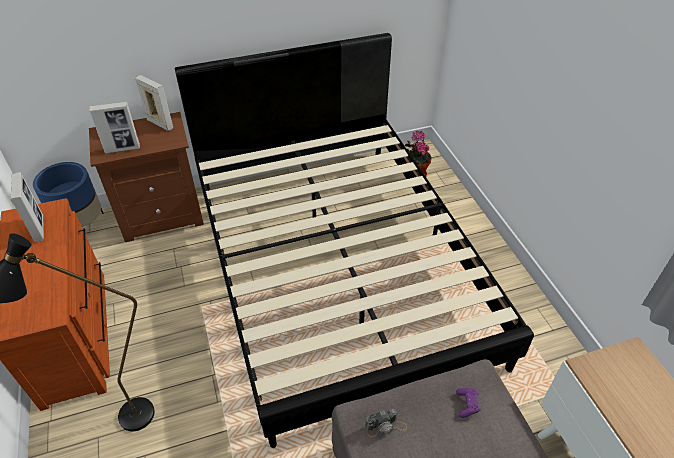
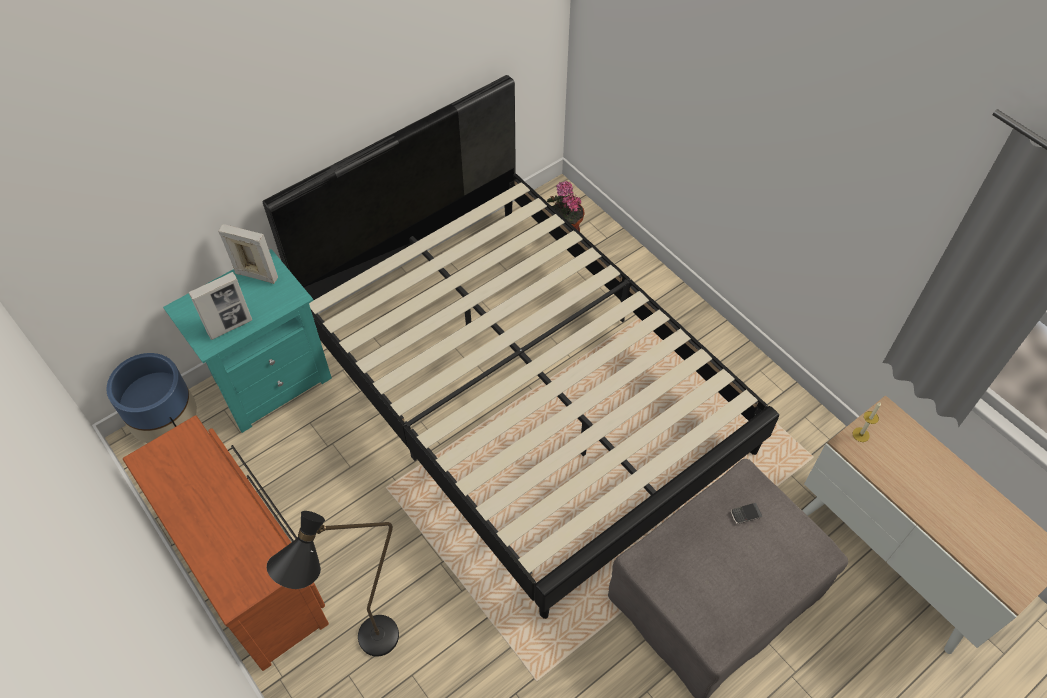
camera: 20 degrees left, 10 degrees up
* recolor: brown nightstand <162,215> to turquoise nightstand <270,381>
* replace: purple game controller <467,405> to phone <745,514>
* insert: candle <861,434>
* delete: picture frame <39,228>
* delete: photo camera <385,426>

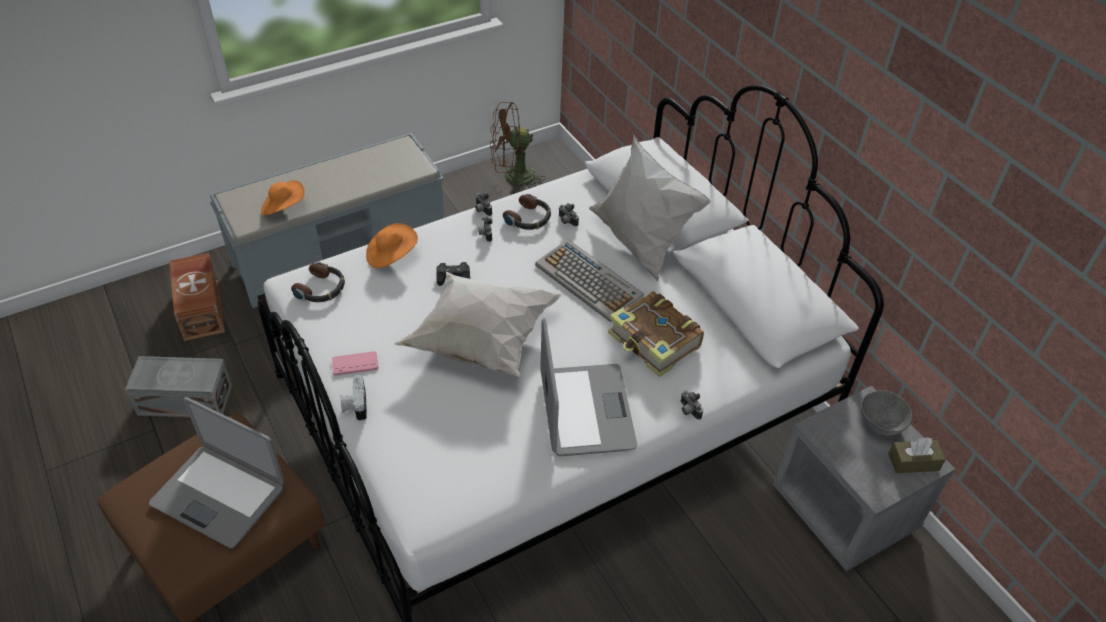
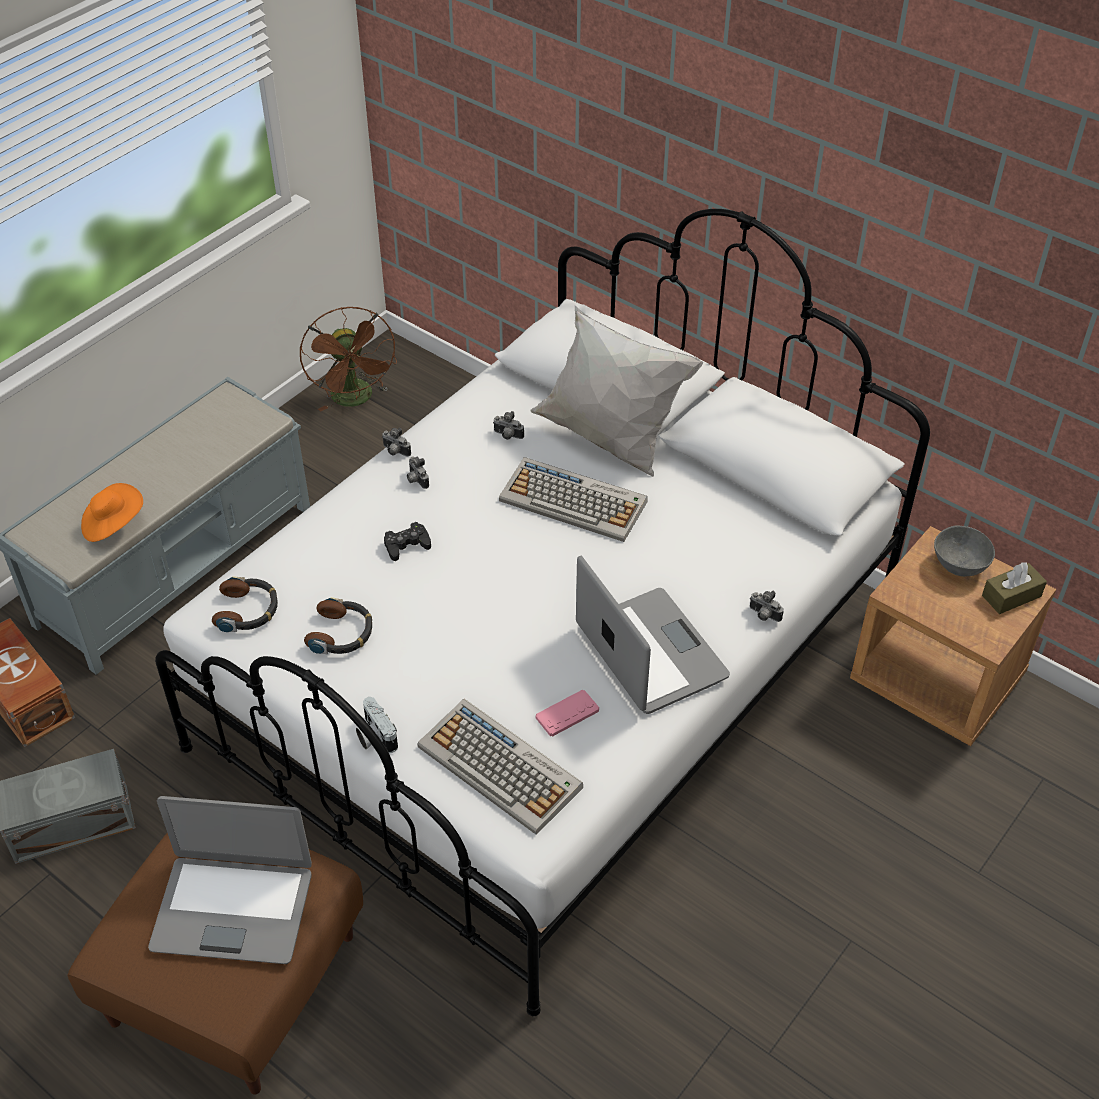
camera: 20 degrees left, 0 degrees up
* rotate: brown fan <513,177> = <355,400> 75 degrees counterclockwise
* move: headphones <529,218> to <342,634>
* insert: keyboard <501,767>
* move: pink game controller <355,364> to <567,714>
* recolor: grey nightstand <844,510> to brown nightstand <937,680>
* delete: orange hat <391,255>
* delete: white pillow <480,341>
* delete: book <654,342>

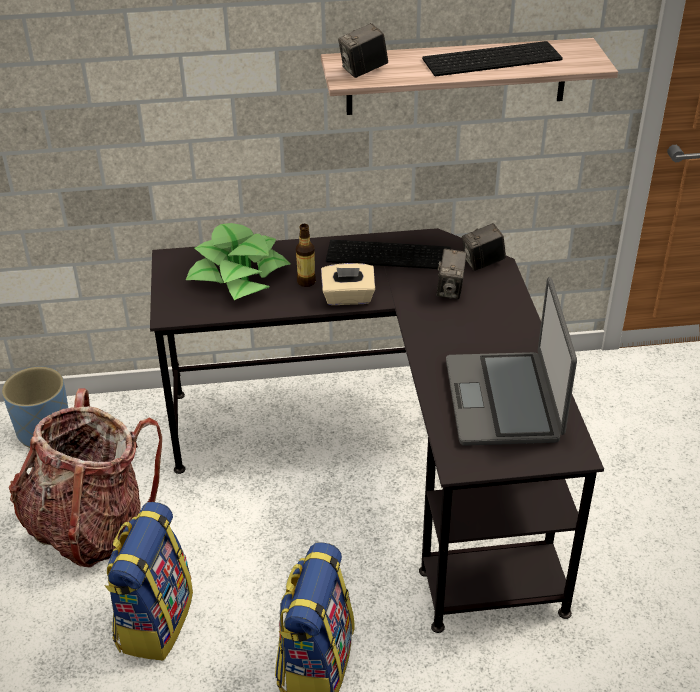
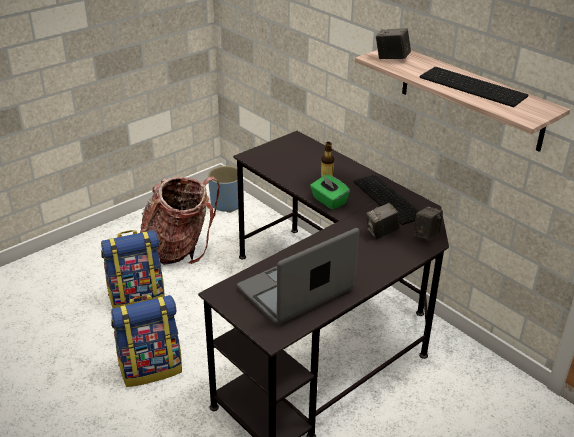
camera: 55 degrees right, 5 degrees down
* recolor: beige tissue box <348,298> to green tissue box <328,201>
* rotate: photo camera <482,263> = <426,235> 90 degrees clockwise
* delete: potted plant <238,275>

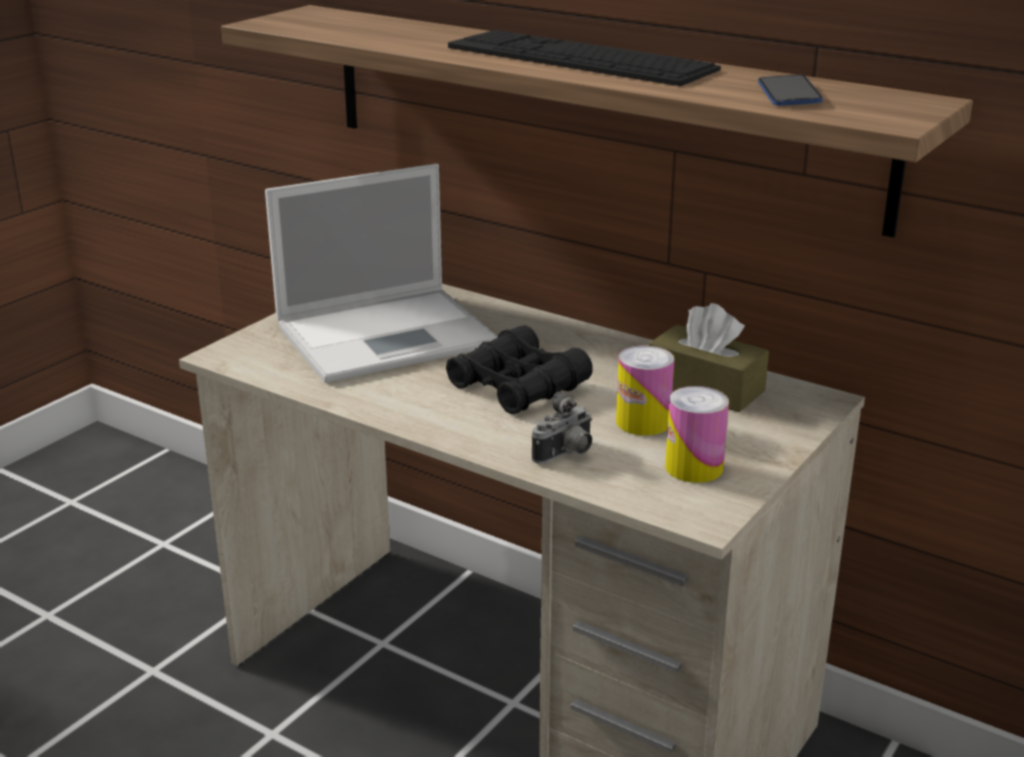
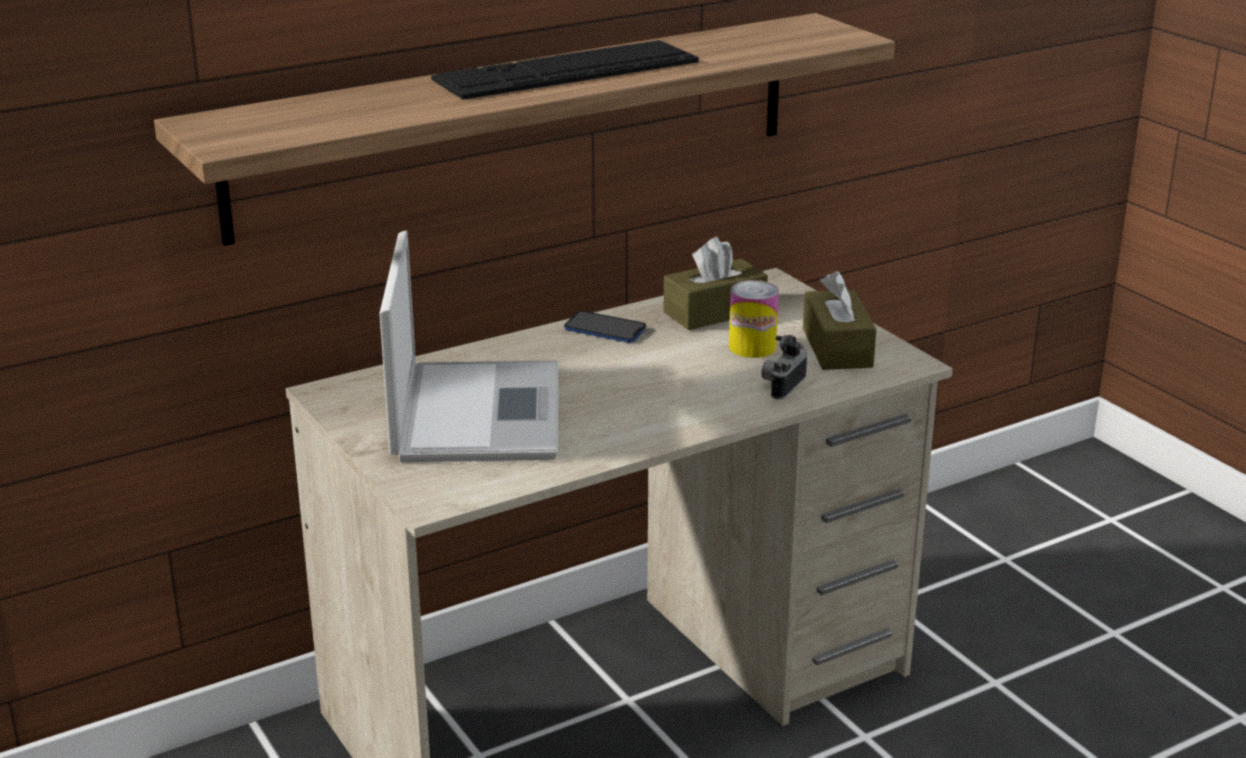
camera: 65 degrees left, 0 degrees up
* move: phone <789,94> to <605,329>
* rotate: photo camera <566,455> = <782,386> 135 degrees counterclockwise
* replace: can <694,467> to brown tissue box <837,348>
* delete: black binoculars <518,386>

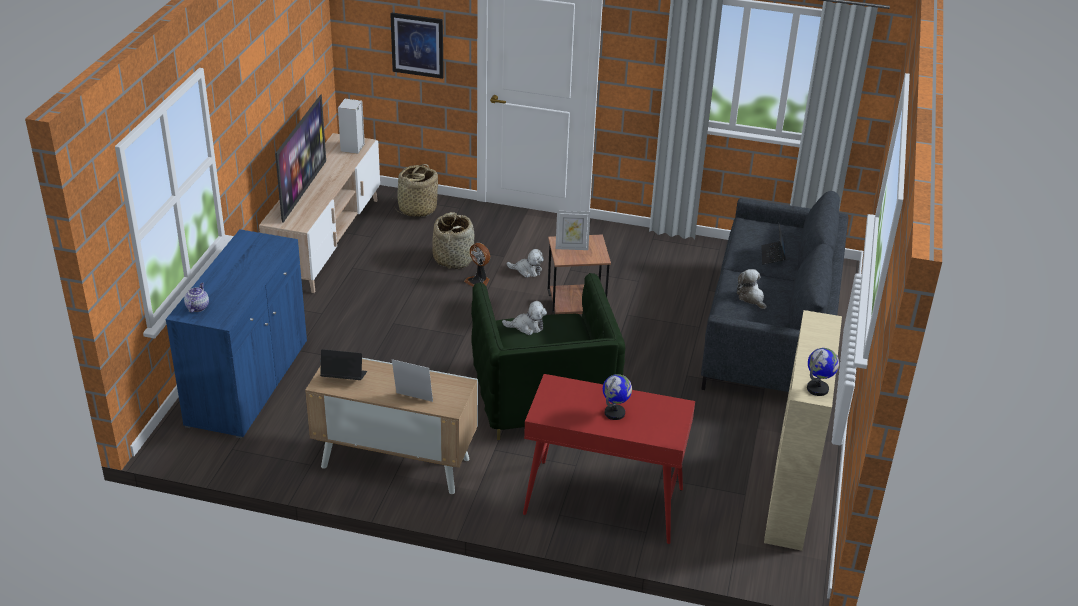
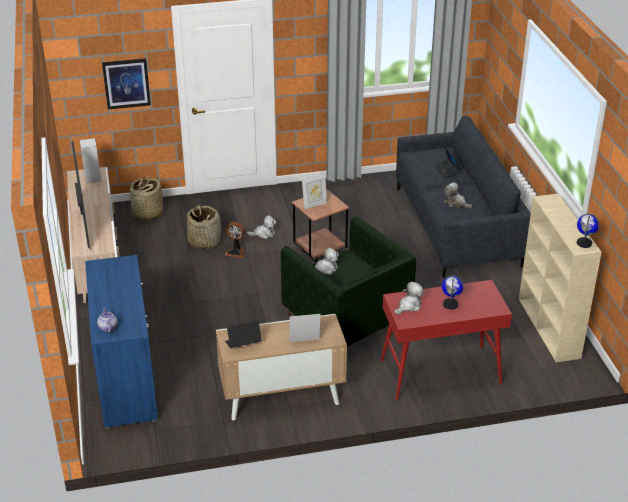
camera: 25 degrees left, 0 degrees up
* insert: plush toy <409,306>

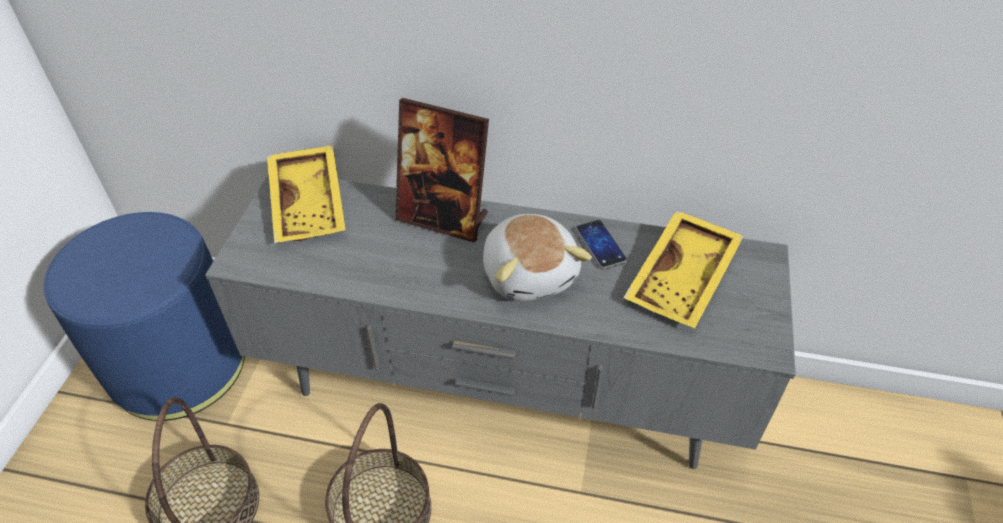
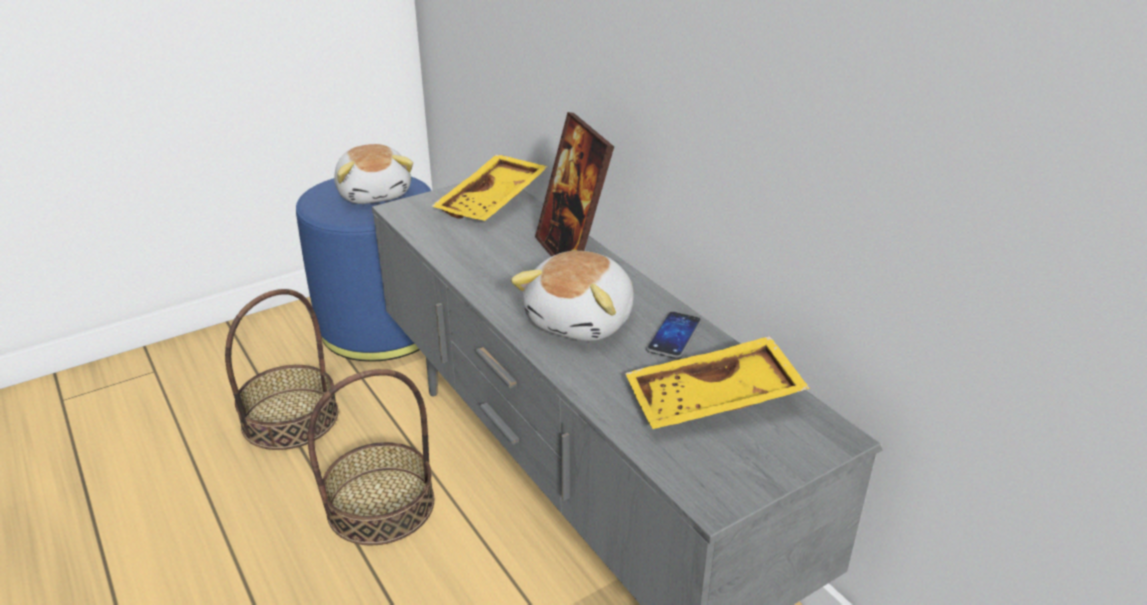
camera: 45 degrees right, 15 degrees down
* insert: plush toy <375,193>

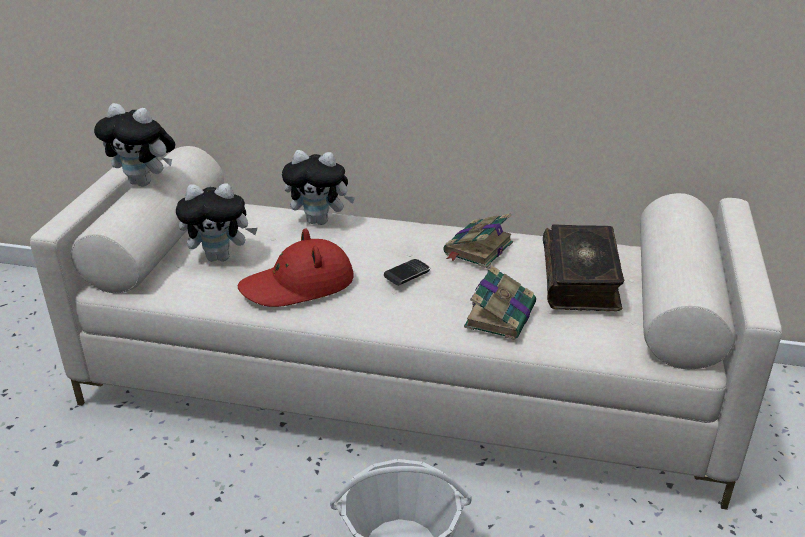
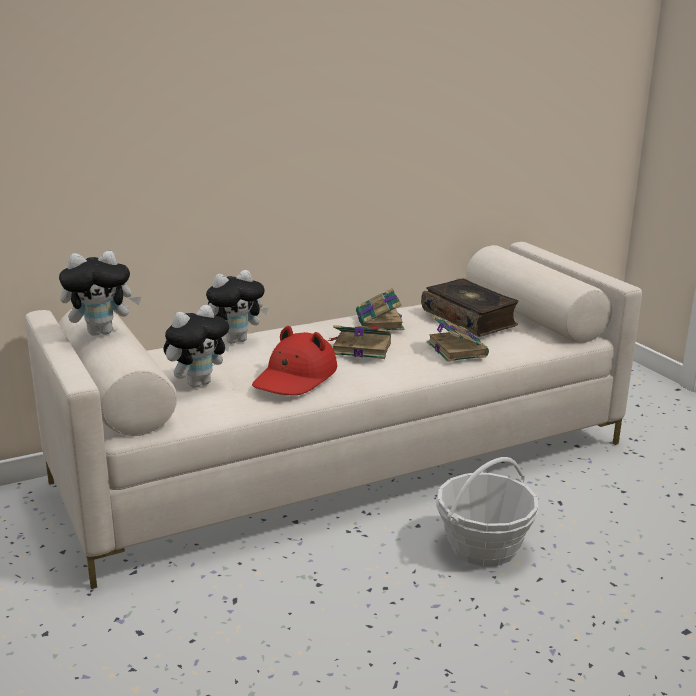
camera: 40 degrees left, 10 degrees down
* replace: phone <407,274> to book <360,348>

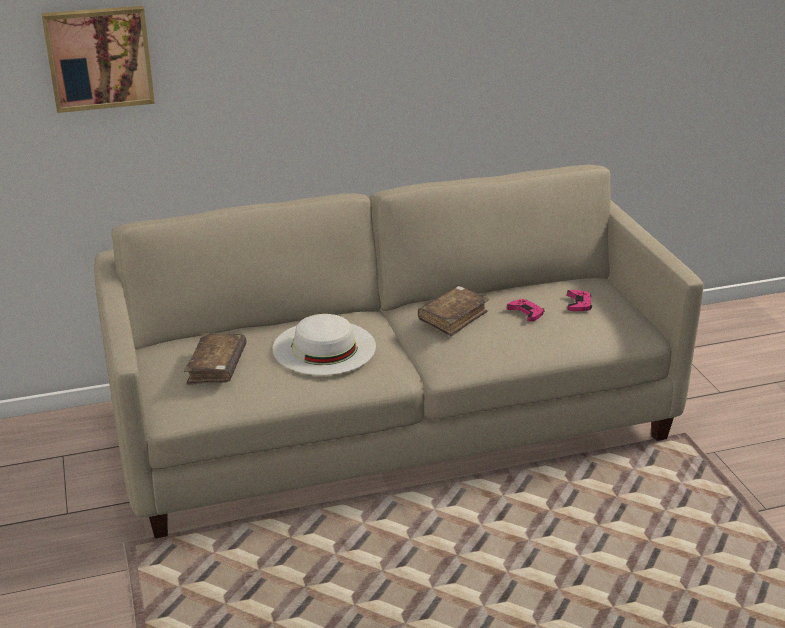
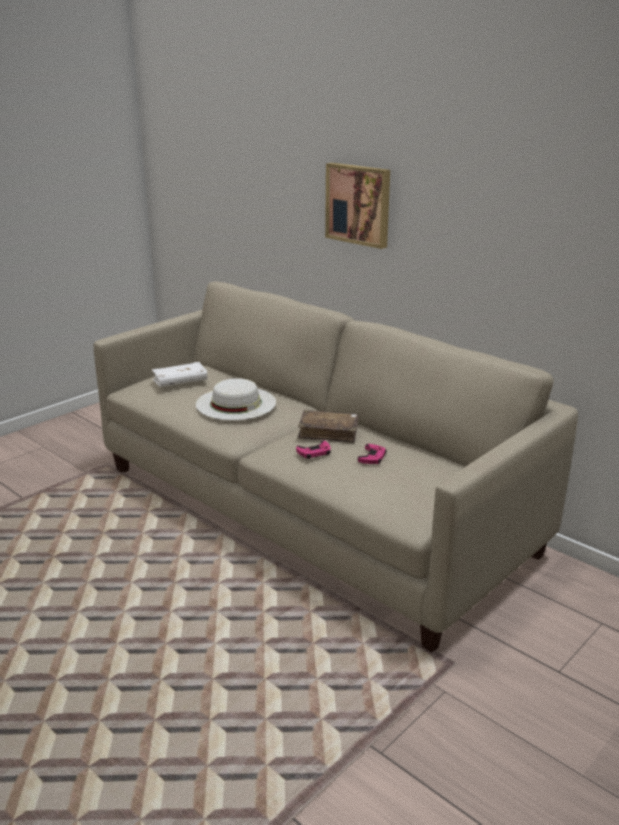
camera: 60 degrees right, 5 degrees down
* recolor: brown book <217,367> to white book <180,382>
* move: pink game controller <579,304> to <314,452>
* move: picture <99,57> to <359,204>

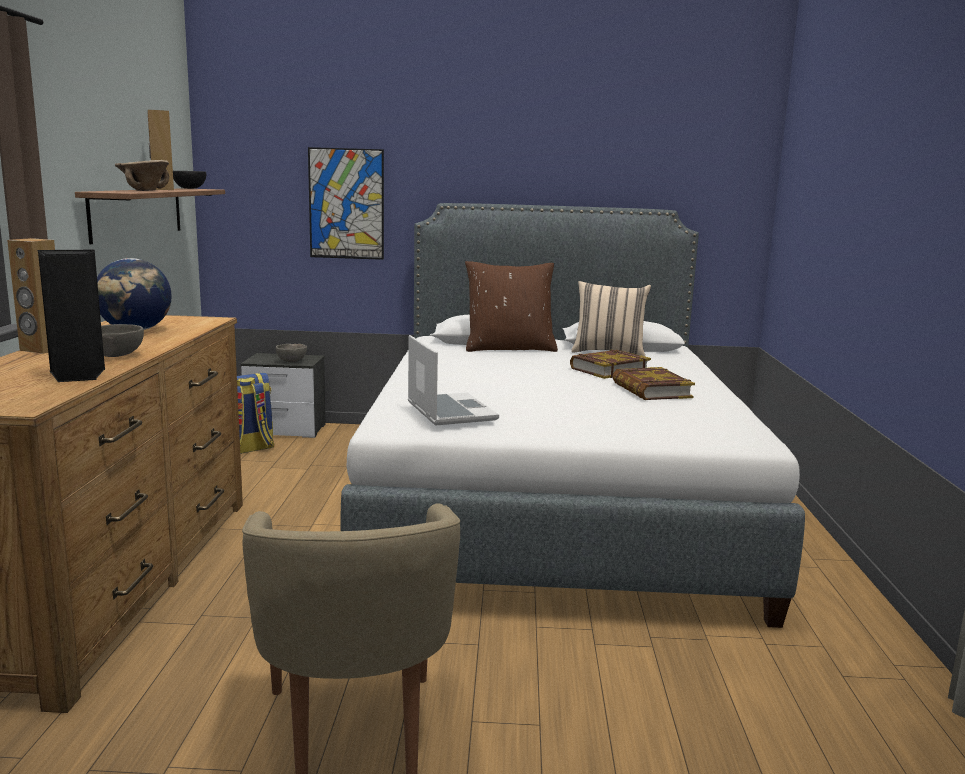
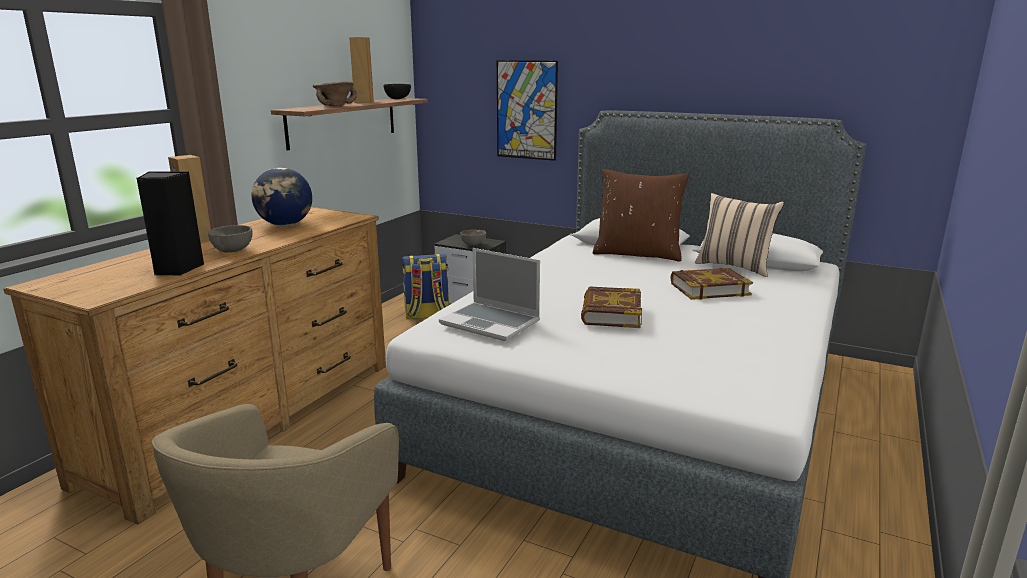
camera: 25 degrees right, 5 degrees up
* rotate: laptop <449,411> = <491,323> 120 degrees clockwise
* move: book <651,390> to <611,313>

